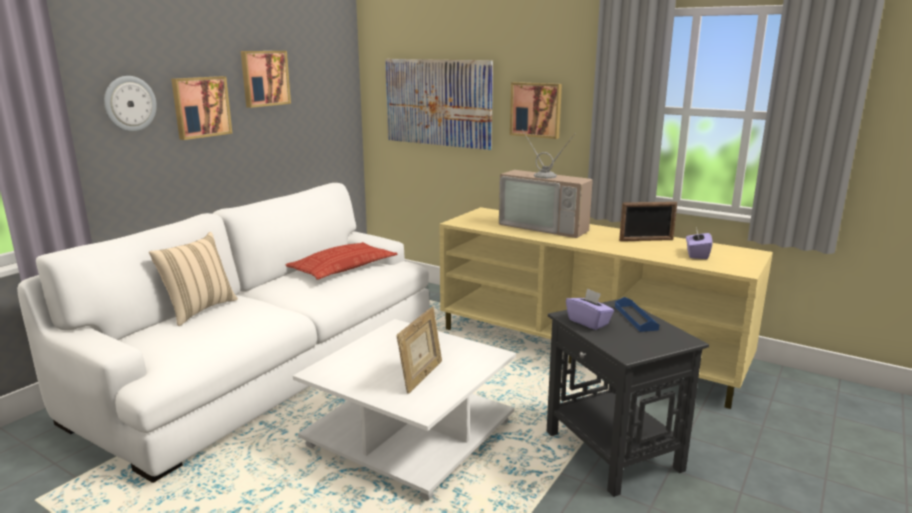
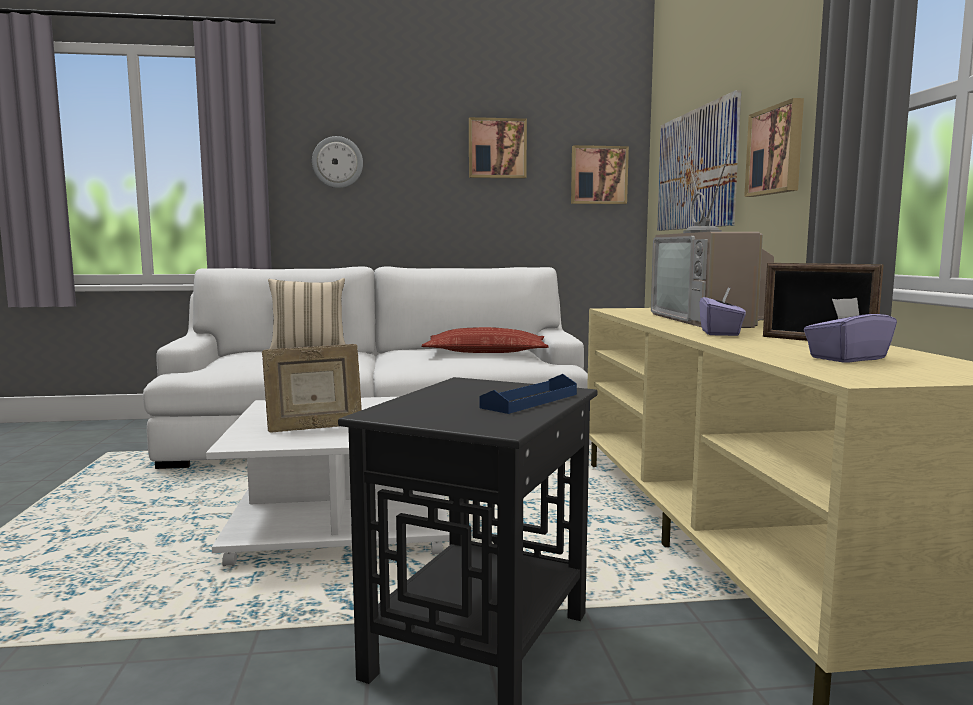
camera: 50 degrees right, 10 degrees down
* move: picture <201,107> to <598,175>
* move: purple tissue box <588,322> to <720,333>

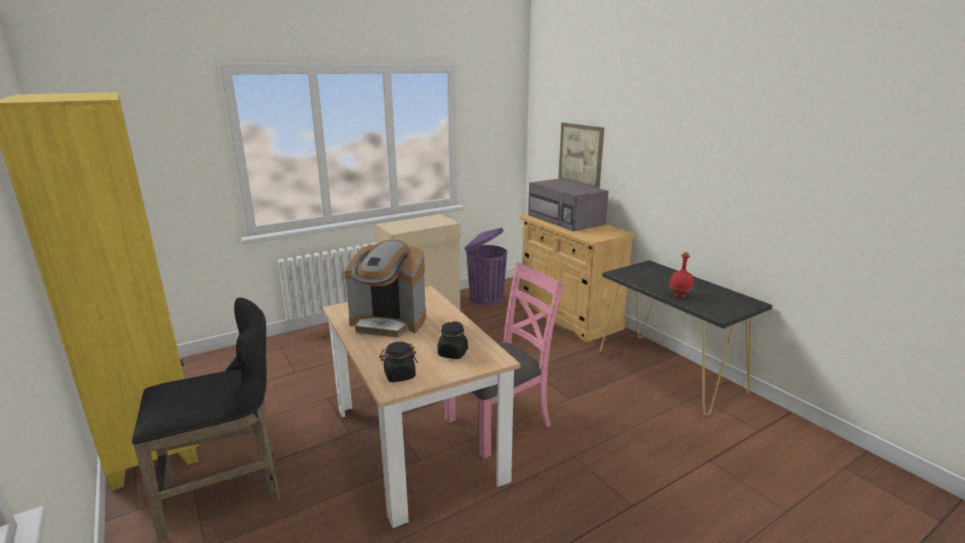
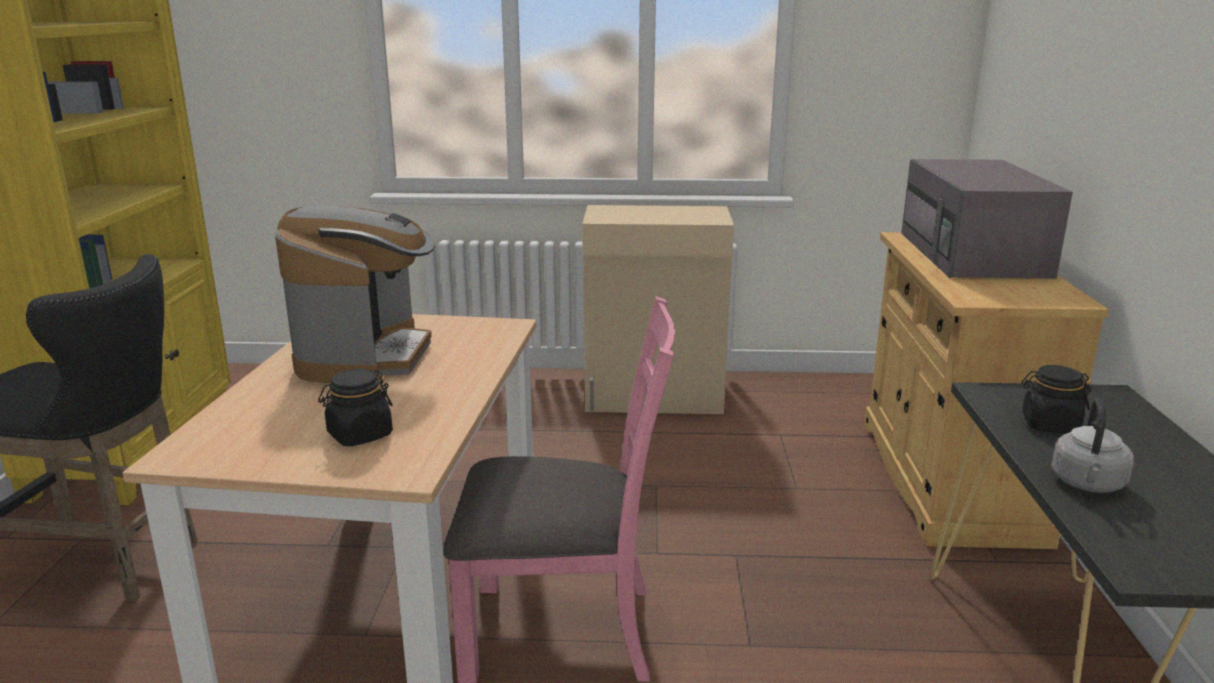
camera: 35 degrees right, 0 degrees up
* rotate: coffee machine <389,322> = <366,357> 135 degrees counterclockwise
* move: black jar <399,375> to <1049,425>
* replace: red bottle <680,296> to grey kettle <1087,484>
* delete: purple trash can <485,298>
* delete: picture <580,155>

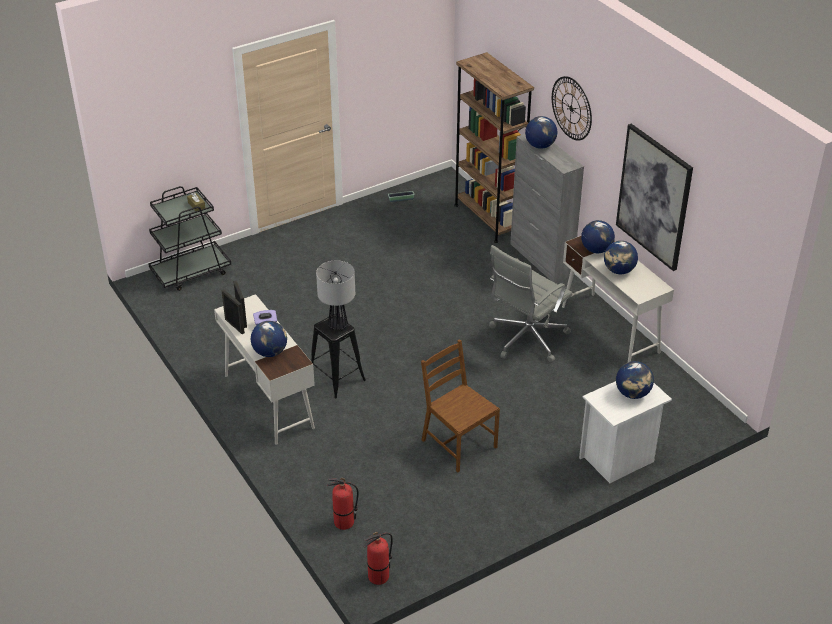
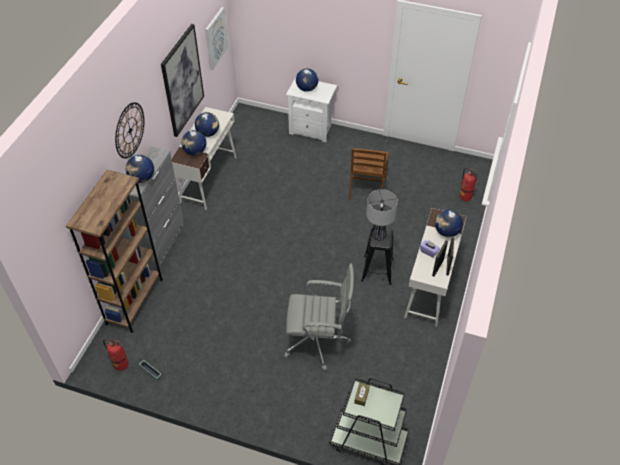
camera: 130 degrees left, 10 degrees up
* move: fire extinguisher <378,577> to <121,364>
* insert: picture <215,38>
* move: grey office chair <526,339> to <318,341>

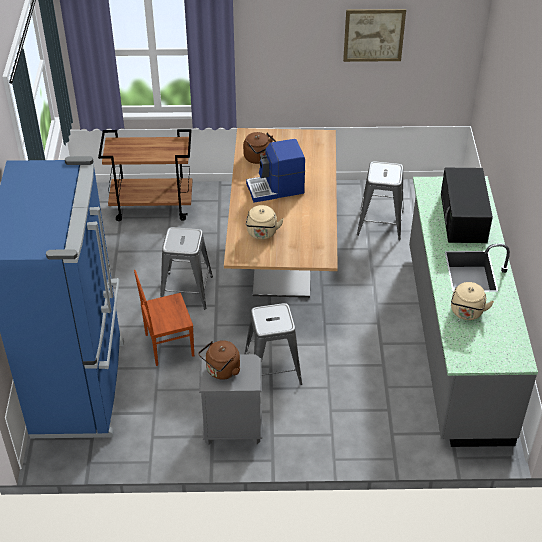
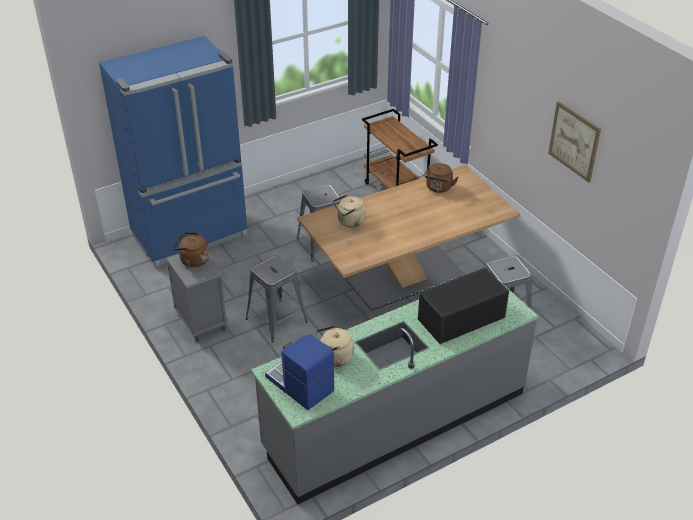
camera: 60 degrees right, 5 degrees down
* move: coffee machine <276,189> to <299,385>
* delete: brown chair <168,345>

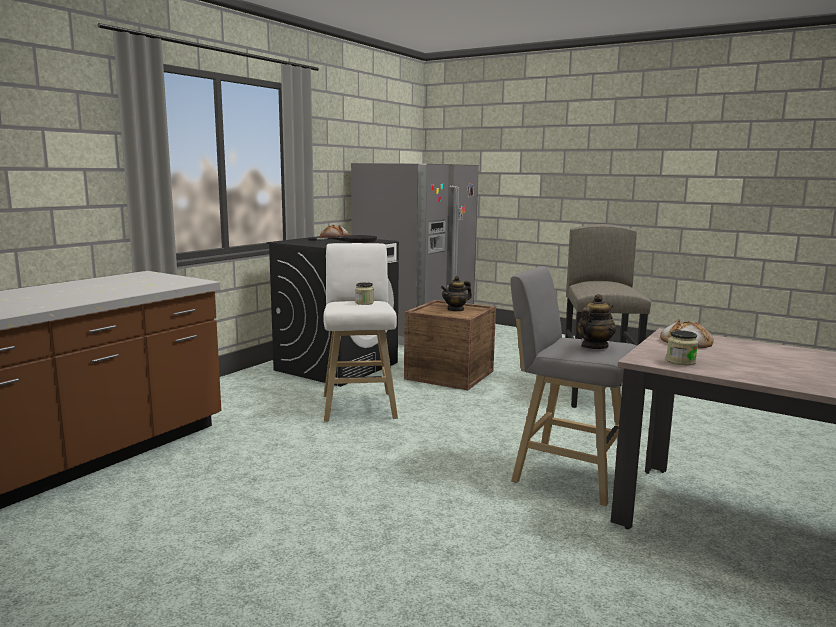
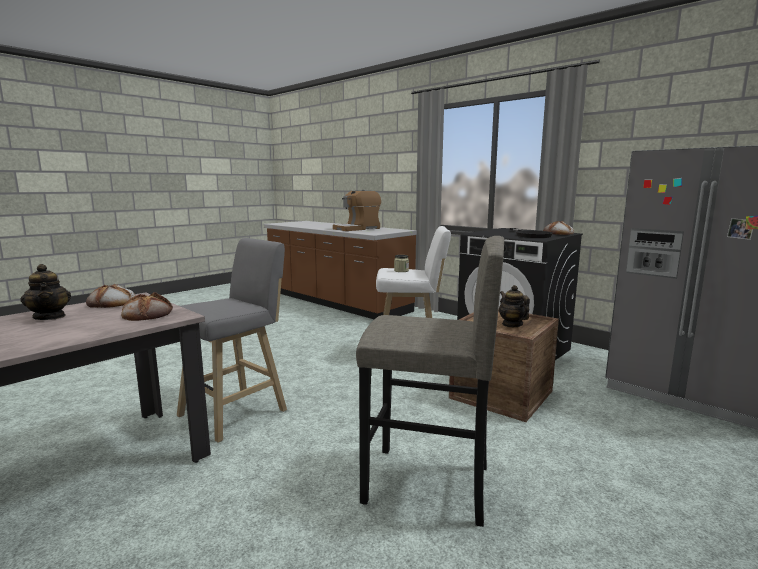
camera: 100 degrees right, 0 degrees up
* move: teapot <594,346> to <50,317>
* replace: jar <680,361> to bread <112,303>
* insert: coffee machine <357,229>

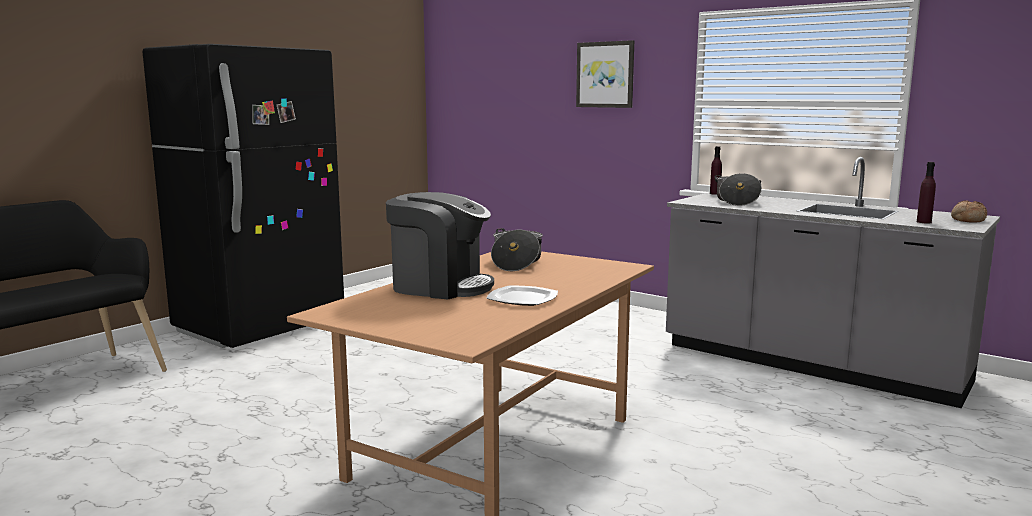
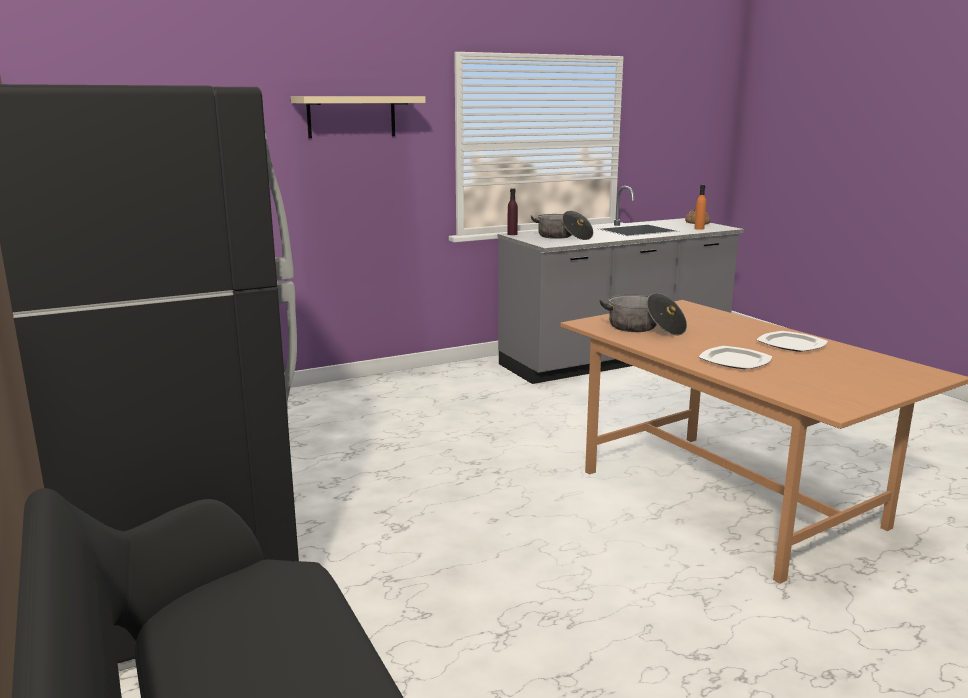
camera: 65 degrees left, 5 degrees up
* replace: picture <605,74> to beige shelf <351,116>
* recolor: purple bottle <924,222> to orange bottle <699,228>
* replace: coffee machine <440,286> to plate <734,361>

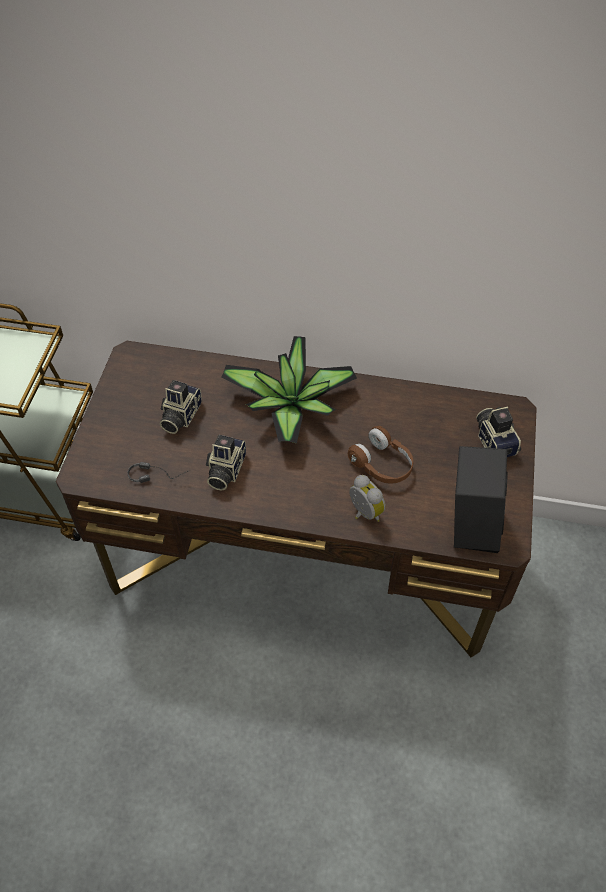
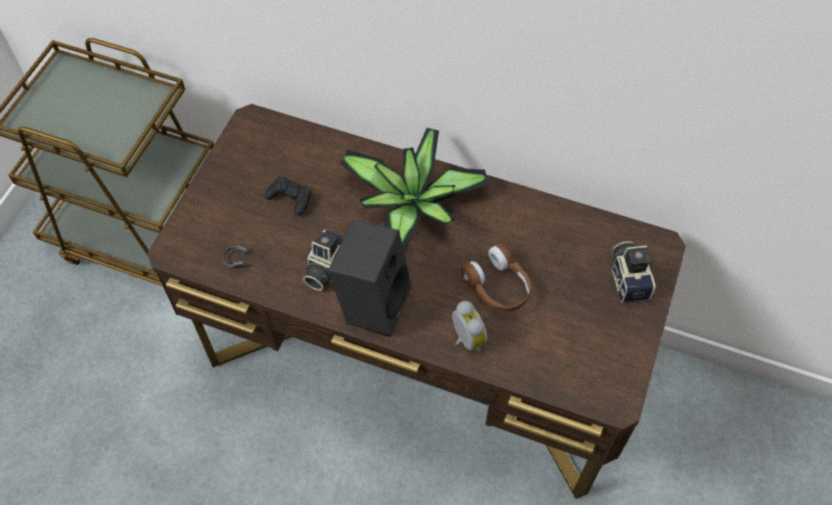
camera: 10 degrees right, 5 degrees up
* replace: photo camera <179,416> to black game controller <290,198>
* move: black speaker <469,525> to <373,302>

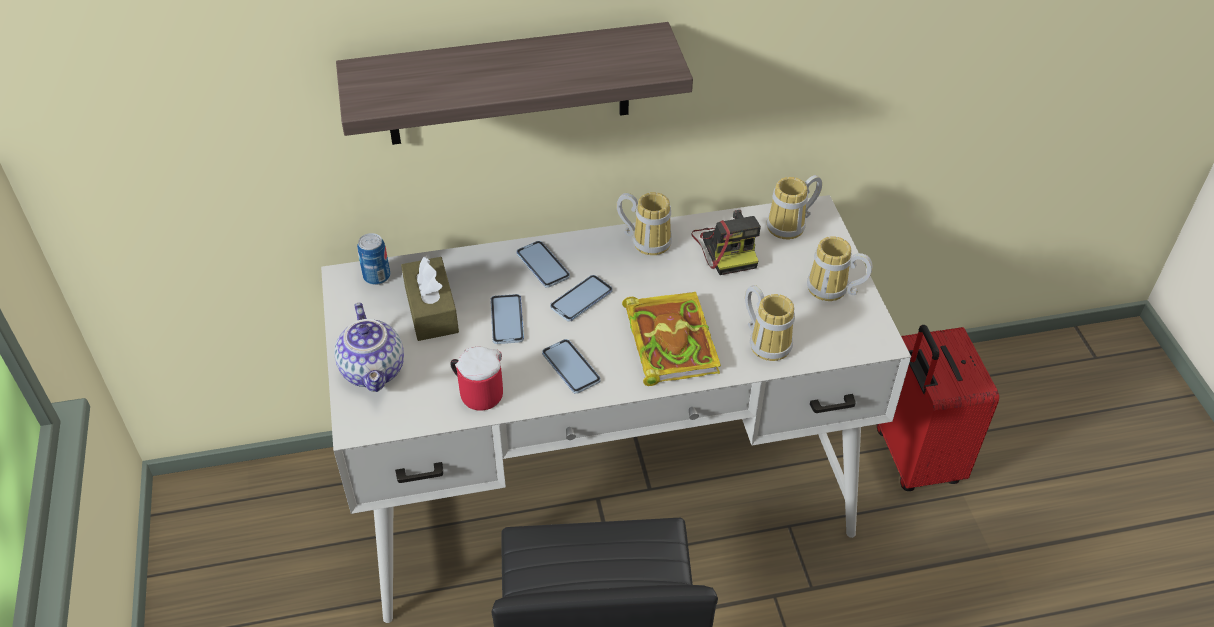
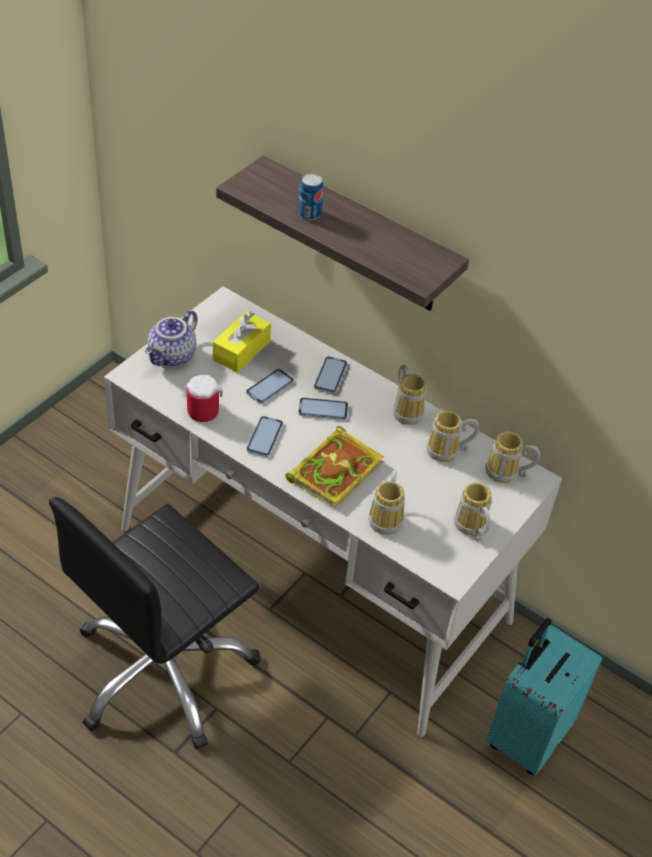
camera: 45 degrees right, 0 degrees up
* recolor: brown tissue box <431,309> to yellow tissue box <241,350>
* move: can <377,276> to <309,214>
* replace: photo camera <727,247> to mug <447,452>
* recolor: red suitcase <914,458> to turquoise suitcase <526,735>

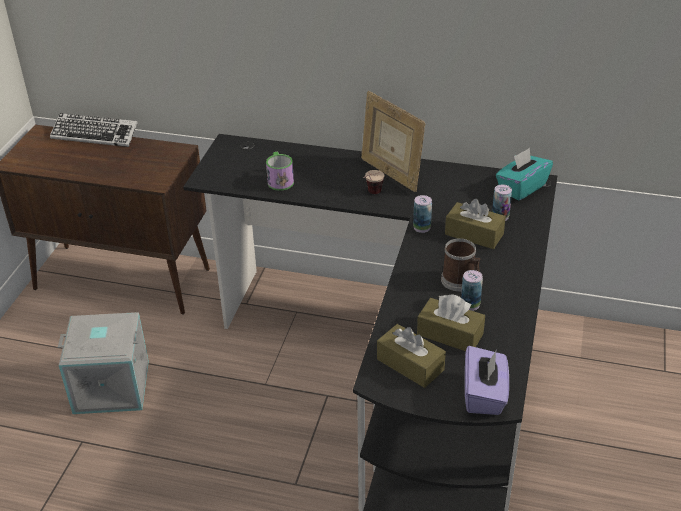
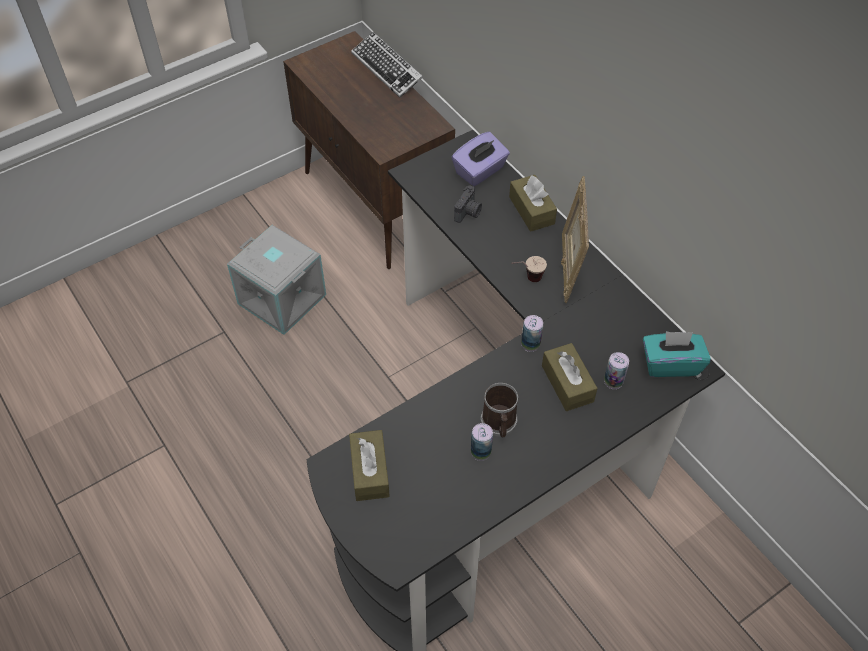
camera: 40 degrees right, 15 degrees up
* move: purple tissue box <484,395> to <480,171>
* replace: mug <279,180> to photo camera <468,212>
* move: brown tissue box <450,334> to <531,210>

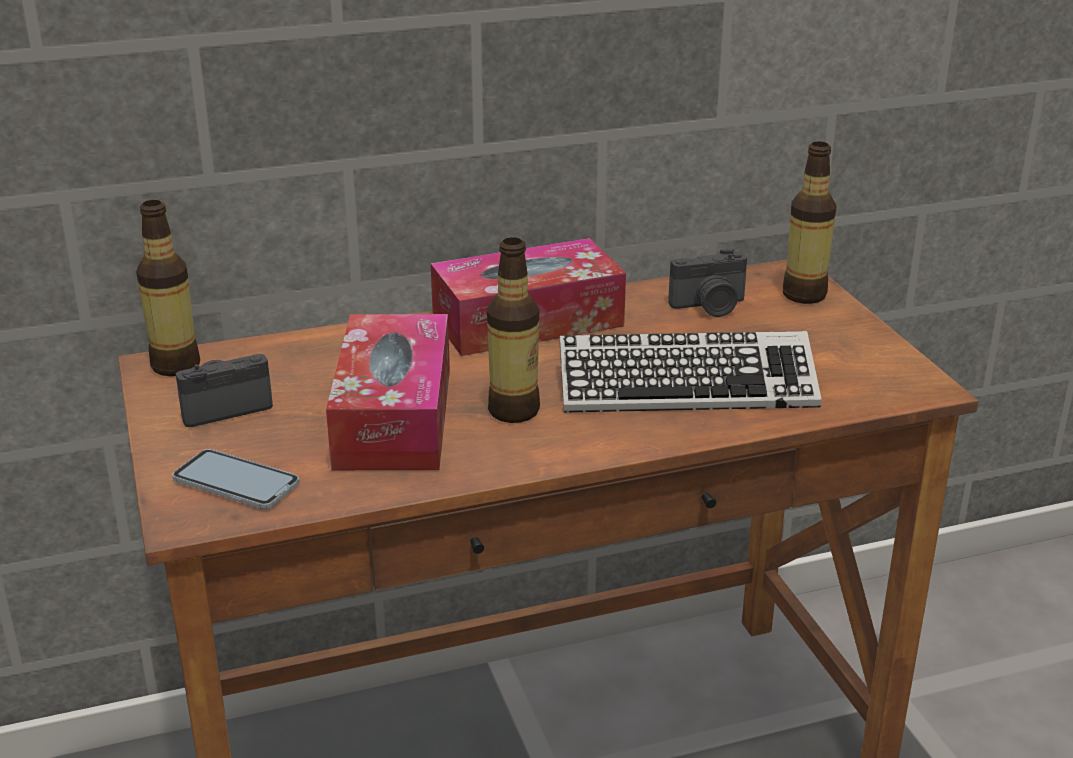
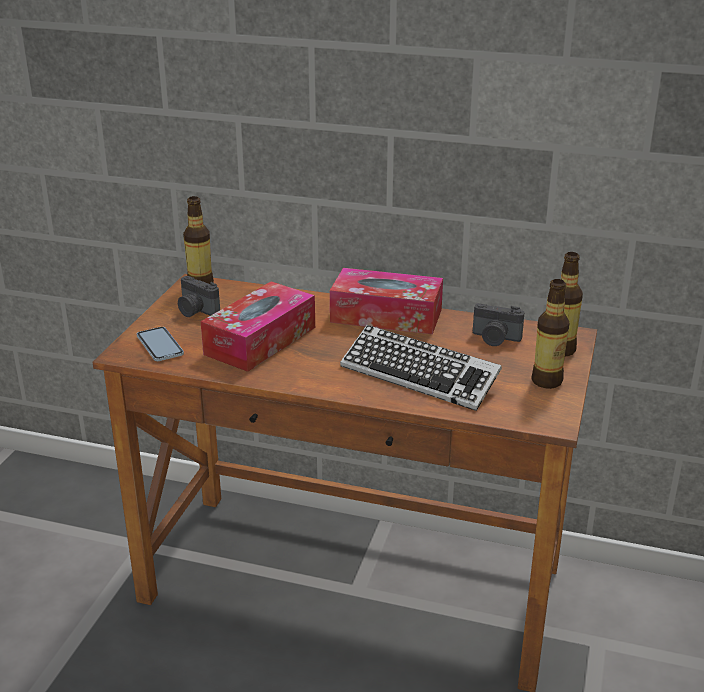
camera: 35 degrees right, 0 degrees up
* rotate: photo camera <224,407> = <196,311> 150 degrees counterclockwise
* move: bottle <514,411> to <547,381>

